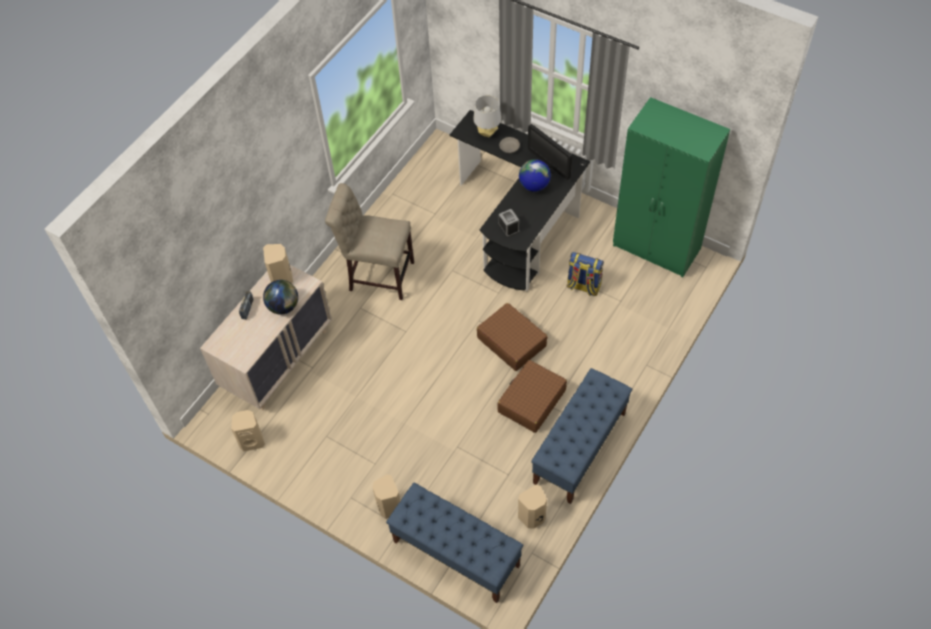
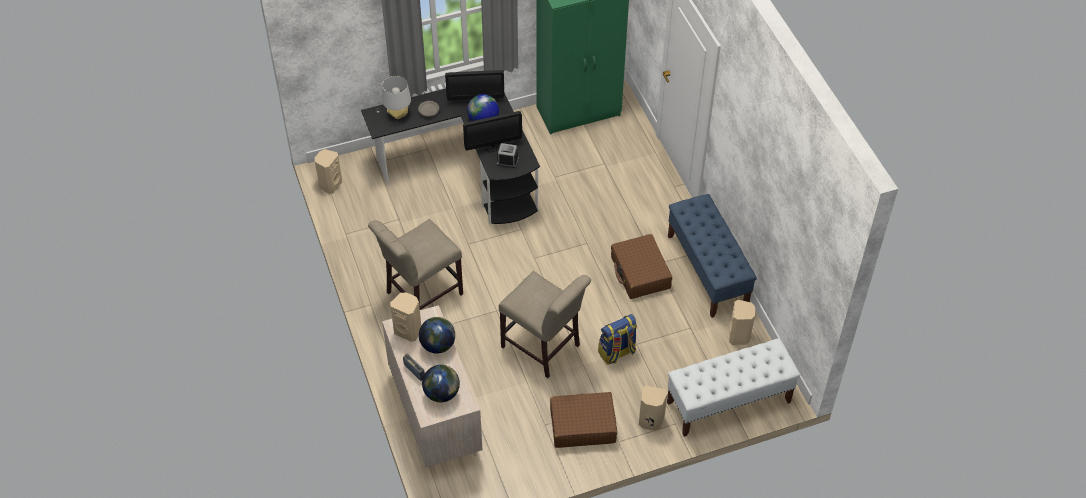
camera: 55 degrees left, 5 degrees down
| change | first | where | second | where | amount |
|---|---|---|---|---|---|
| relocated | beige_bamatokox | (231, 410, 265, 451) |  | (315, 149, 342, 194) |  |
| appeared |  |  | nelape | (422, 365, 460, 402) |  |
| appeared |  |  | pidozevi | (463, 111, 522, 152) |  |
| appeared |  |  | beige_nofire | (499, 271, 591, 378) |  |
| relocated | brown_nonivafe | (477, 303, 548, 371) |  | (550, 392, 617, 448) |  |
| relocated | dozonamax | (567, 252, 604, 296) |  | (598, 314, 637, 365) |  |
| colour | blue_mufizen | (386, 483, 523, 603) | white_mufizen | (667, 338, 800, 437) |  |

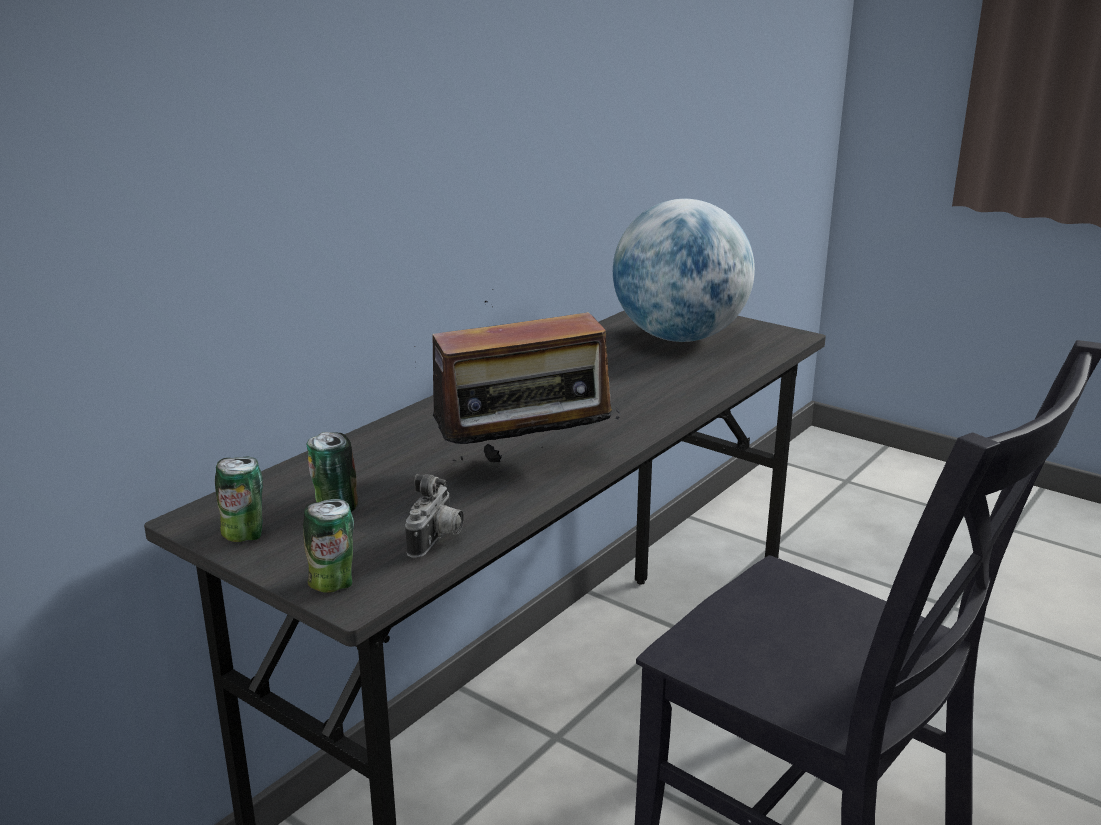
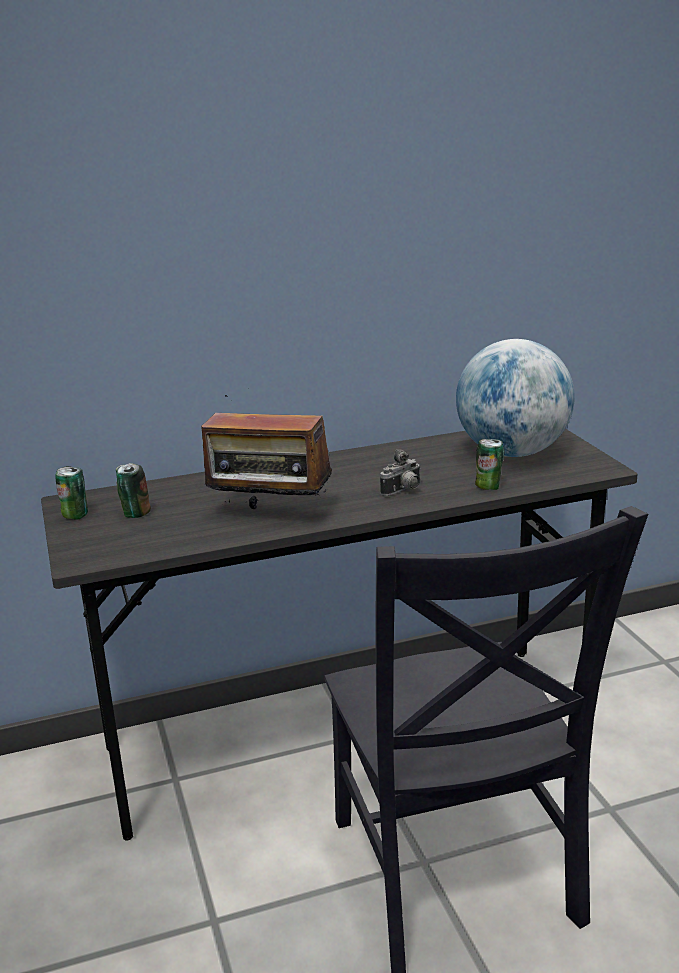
camera: 35 degrees right, 0 degrees up
| change | first | where | second | where | amount |
|---|---|---|---|---|---|
| relocated | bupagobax | (405, 474, 464, 558) |  | (380, 449, 421, 496) |  |
| relocated | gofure | (303, 499, 354, 593) |  | (475, 439, 504, 490) |  |

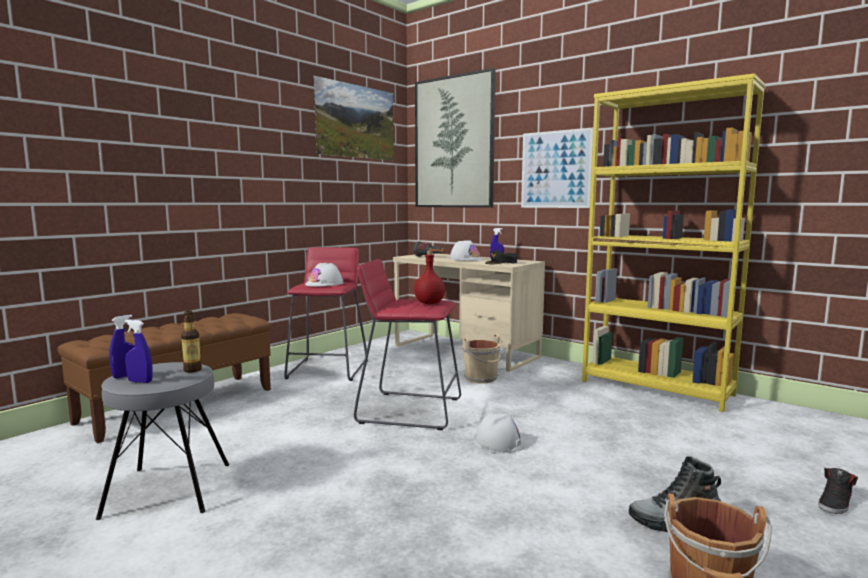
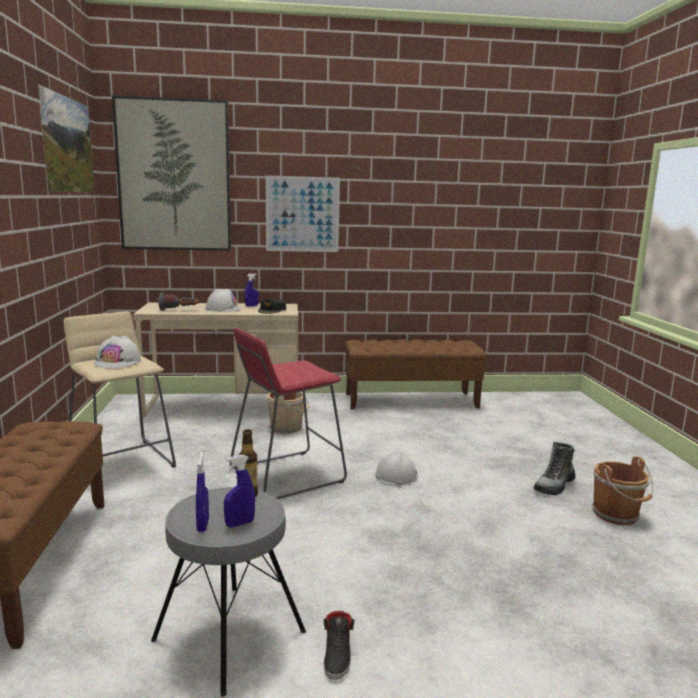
camera: 45 degrees left, 5 degrees up
| change | first | where | second | where | amount |
|---|---|---|---|---|---|
| colour | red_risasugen | (284, 247, 368, 381) | beige_risasugen | (63, 312, 176, 484) |  |
| relocated | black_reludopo | (819, 468, 858, 514) |  | (323, 611, 355, 680) |  |
| exchanged | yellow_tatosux | (582, 73, 766, 412) | brown_mufizen | (345, 339, 487, 409) |  |
| missing | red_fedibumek | (414, 250, 445, 304) |  |  |  |

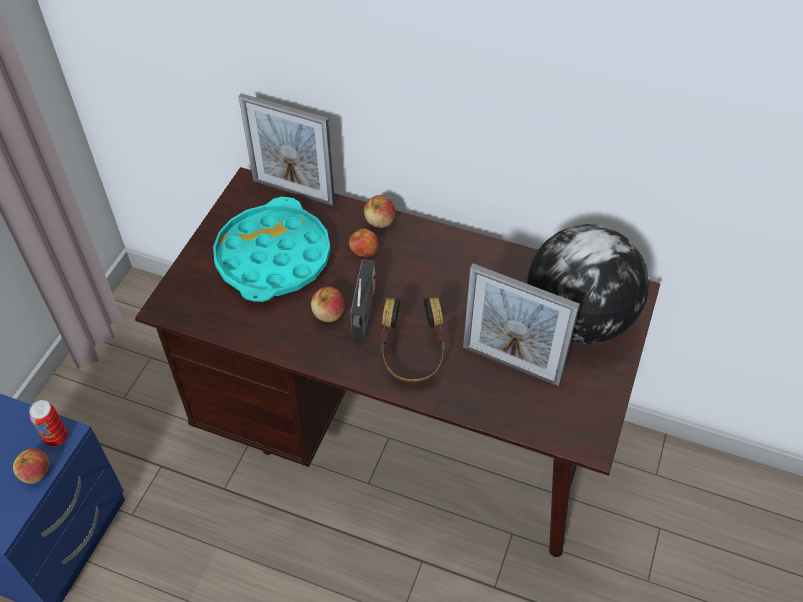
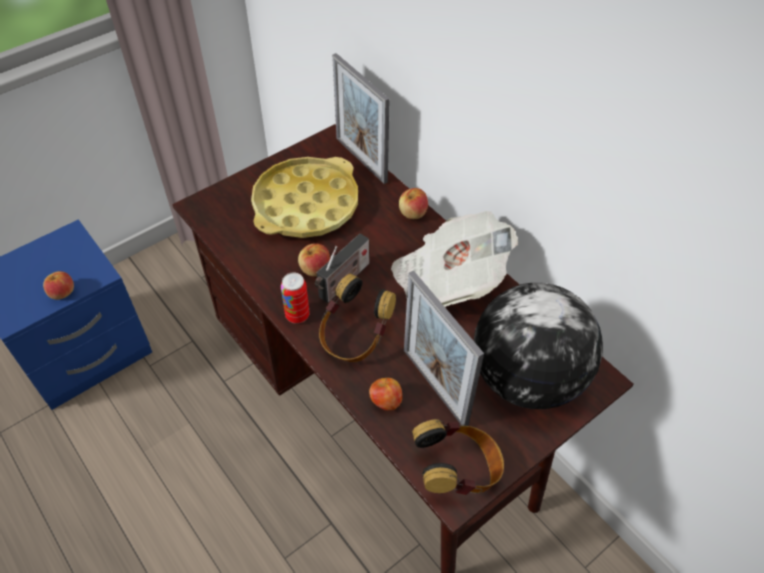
camera: 30 degrees right, 0 degrees up
| change | first | where | second | where | amount |
|---|---|---|---|---|---|
| colour | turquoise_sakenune | (213, 197, 330, 302) | yellow_sakenune | (251, 157, 358, 238) |  |
| relocated | gofure | (29, 400, 68, 446) |  | (281, 273, 310, 324) |  |
| relocated | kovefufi | (349, 229, 379, 257) |  | (369, 378, 402, 411) |  |
| appeared |  |  | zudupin | (391, 211, 518, 307) |  |
| appeared |  |  | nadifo | (412, 419, 504, 495) |  |

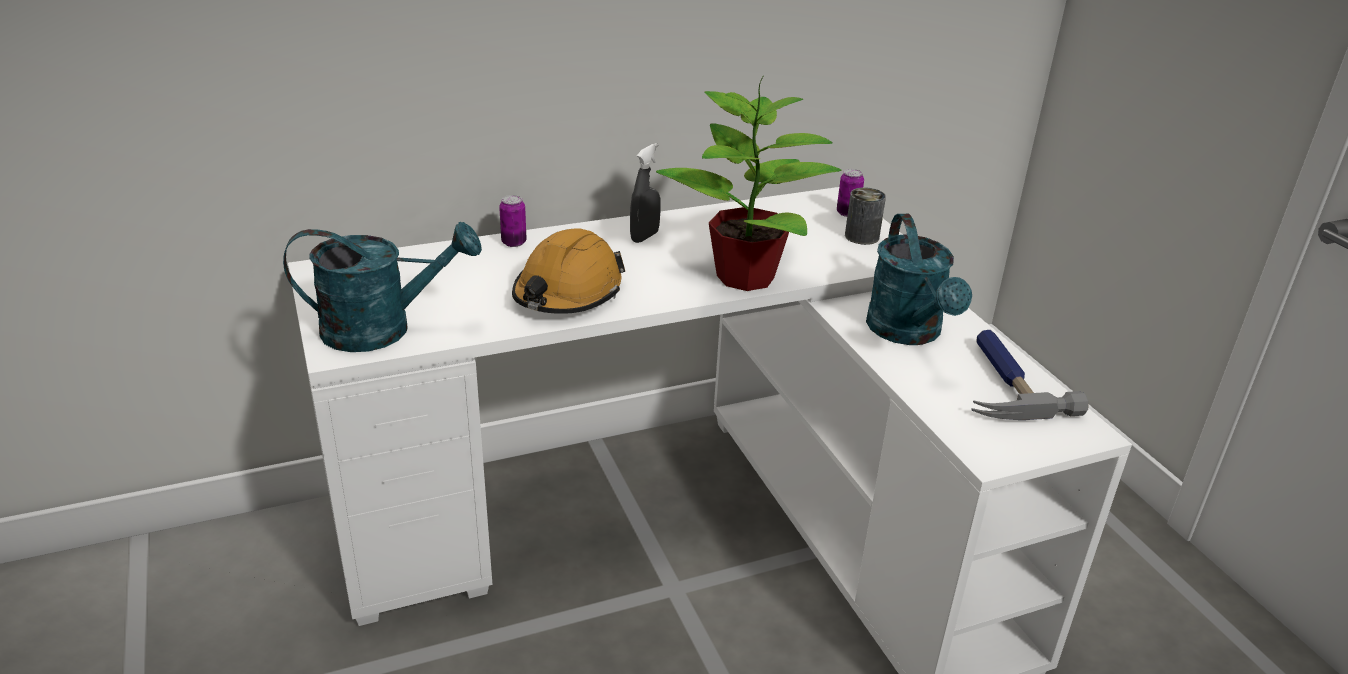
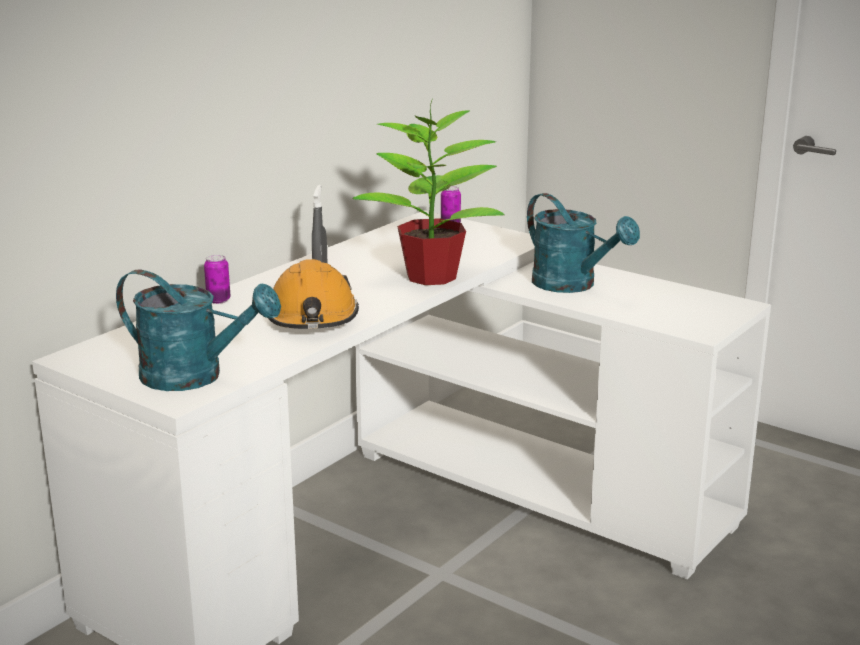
camera: 30 degrees left, 10 degrees down
| change | first | where | second | where | amount |
|---|---|---|---|---|---|
| spun | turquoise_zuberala | (283, 222, 482, 352) |  | (116, 269, 281, 391) | 60 degrees clockwise |
| missing | gofure | (845, 187, 886, 245) |  |  |  |
| missing | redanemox | (971, 330, 1089, 420) |  |  |  |

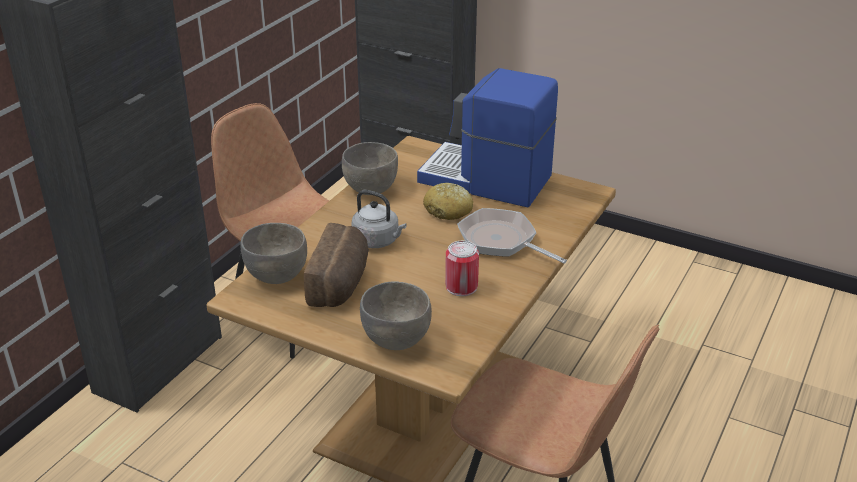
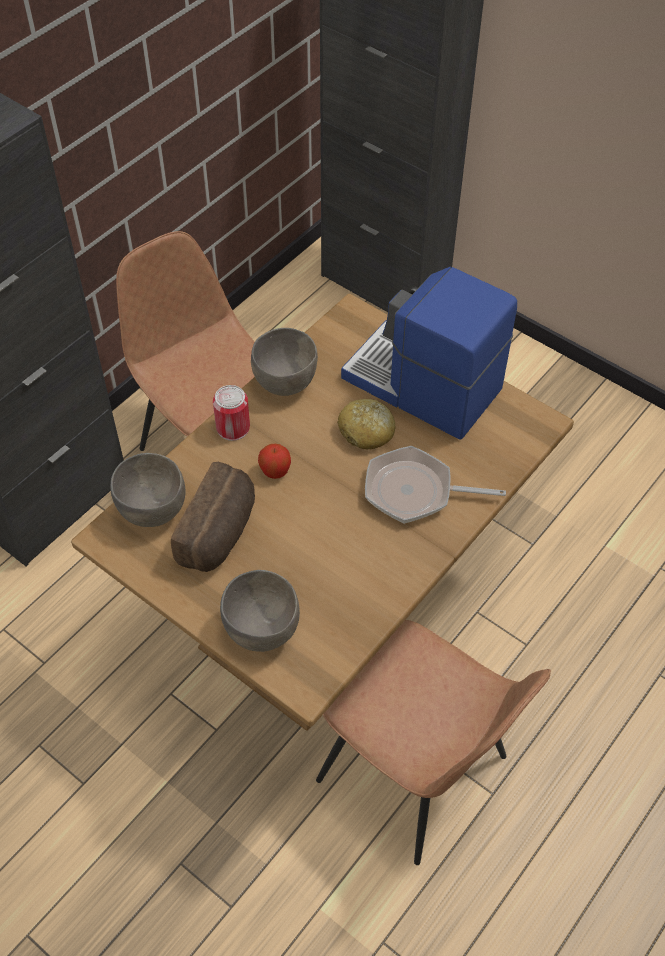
camera: 10 degrees right, 20 degrees up
| change | first | where | second | where | amount |
|---|---|---|---|---|---|
| relocated | gofure | (445, 241, 479, 296) |  | (213, 385, 250, 441) |  |
| exchanged | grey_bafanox | (351, 190, 407, 248) | kovefufi | (258, 444, 291, 479) |  |
| spun | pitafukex | (457, 208, 567, 264) |  | (365, 446, 506, 524) | 45 degrees counterclockwise |

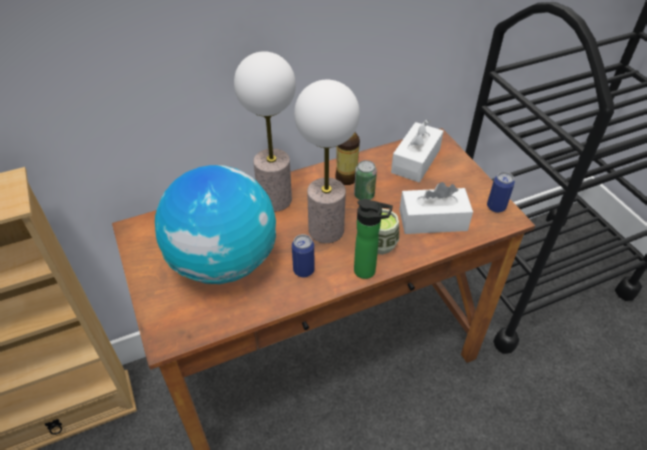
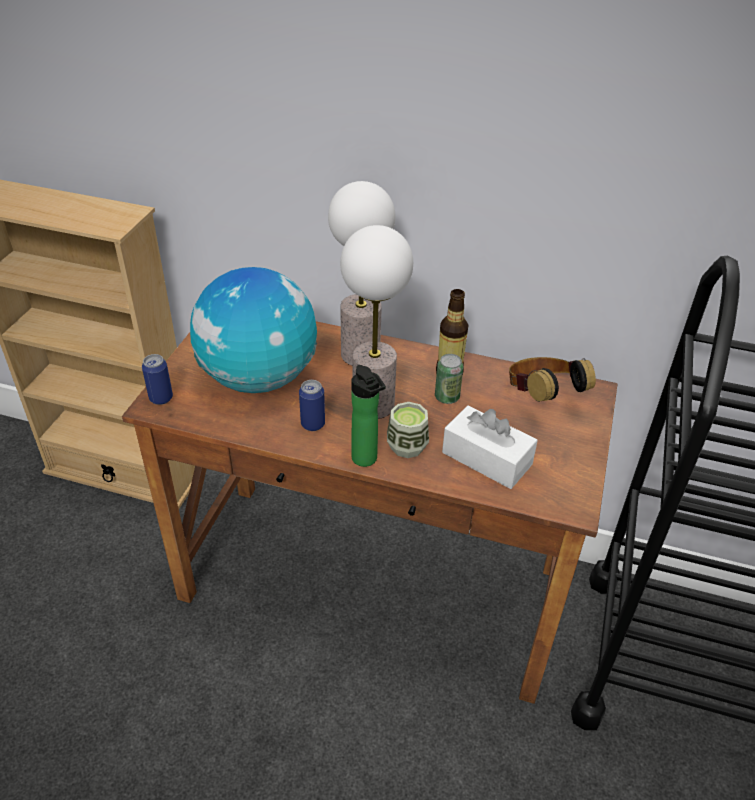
camera: 40 degrees right, 5 degrees down
| change | first | where | second | where | amount |
|---|---|---|---|---|---|
| relocated | gofure | (487, 172, 515, 213) |  | (142, 354, 173, 405) |  |
| exchanged | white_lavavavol | (391, 119, 444, 182) | nadifo | (509, 357, 596, 402) |  |

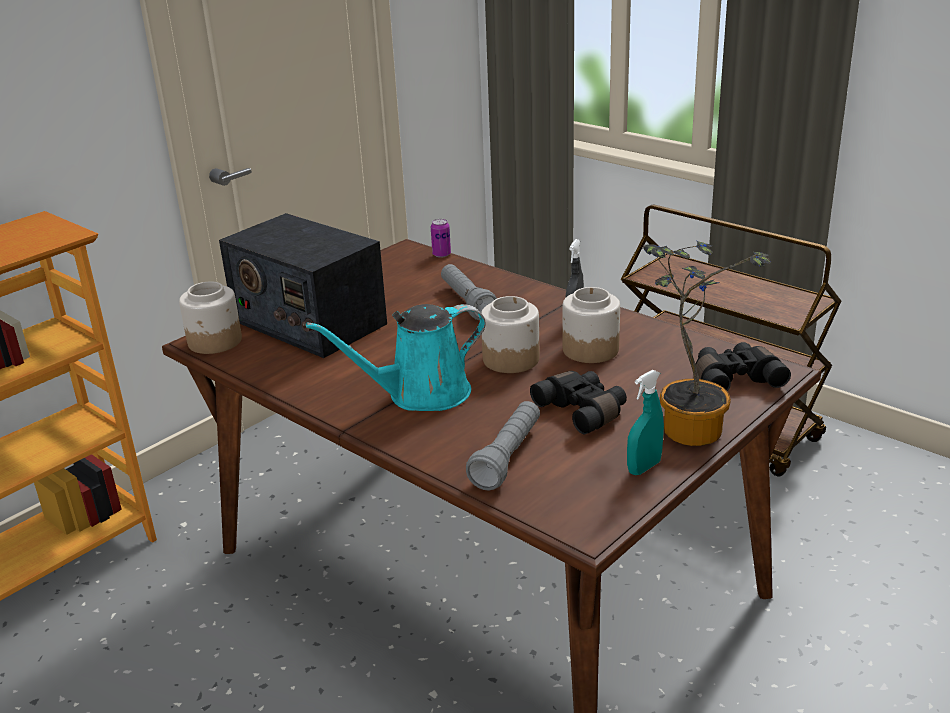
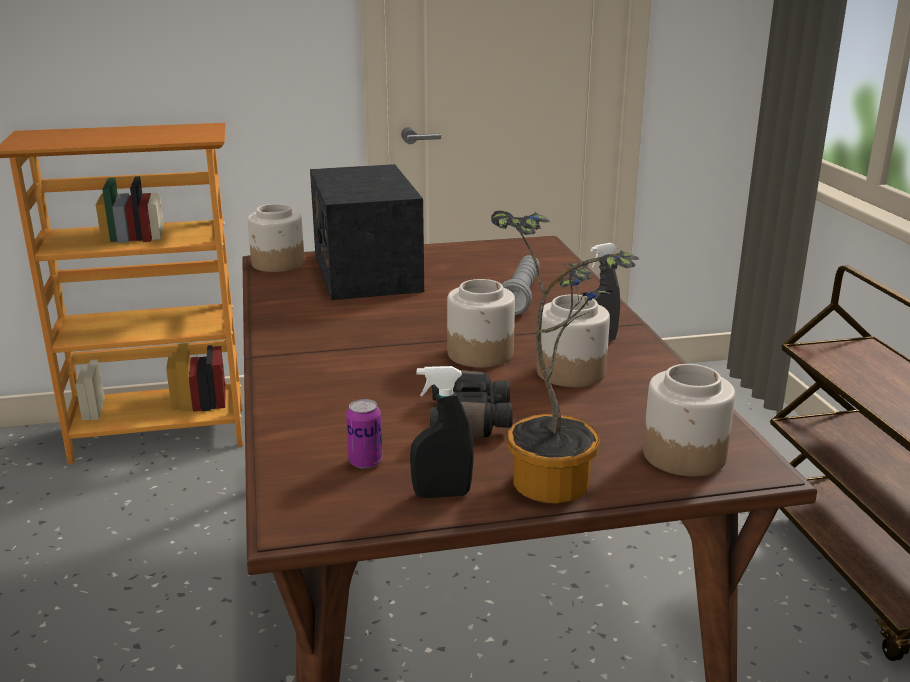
camera: 35 degrees right, 5 degrees down
| change | first | where | second | where | amount |
|---|---|---|---|---|---|
| relocated | gofure | (431, 219, 451, 258) |  | (346, 399, 382, 469) |  |
| colour | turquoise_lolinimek | (627, 370, 664, 475) | black_lolinimek | (410, 366, 474, 498) |  |
| exchanged | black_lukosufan | (696, 342, 791, 391) | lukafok | (643, 364, 735, 477) |  |
| missing | turquoise_zuberala | (306, 304, 486, 411) |  |  |  |
| missing | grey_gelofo | (466, 401, 540, 490) |  |  |  |

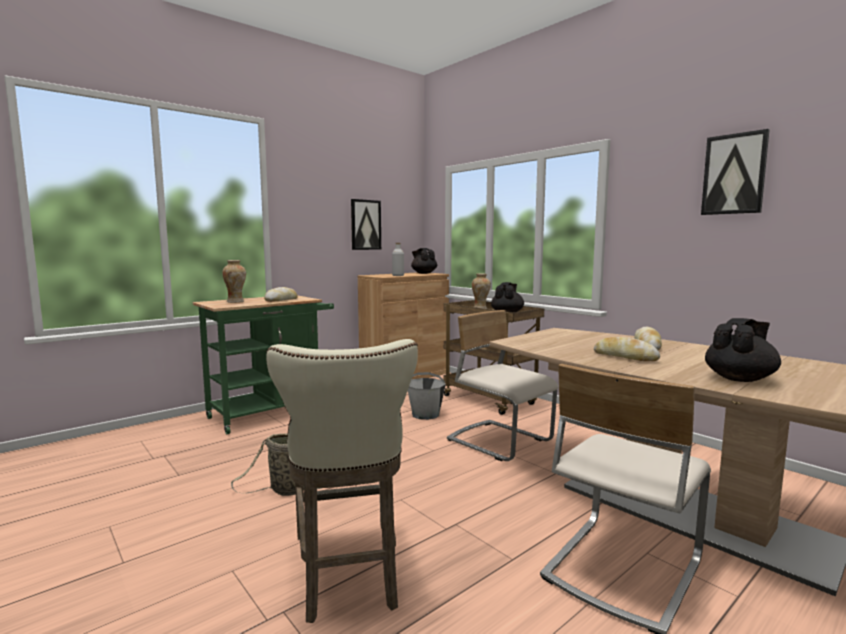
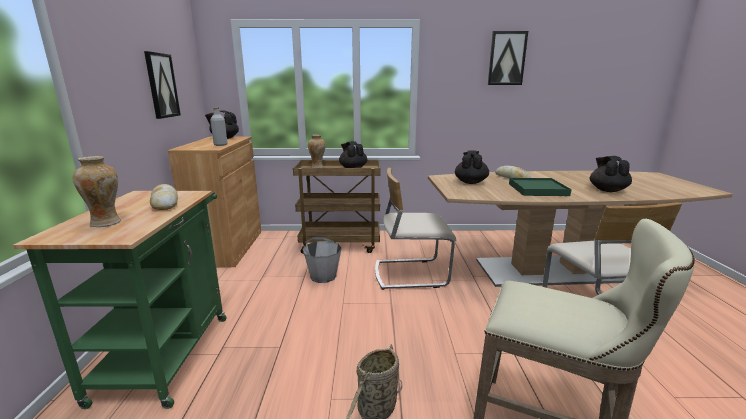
camera: 50 degrees left, 10 degrees up
| change | first | where | second | where | amount |
|---|---|---|---|---|---|
| appeared |  |  | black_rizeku | (455, 150, 489, 184) |  |
| exchanged | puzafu | (594, 337, 660, 361) | green_sakenune | (509, 178, 572, 196) |  |

